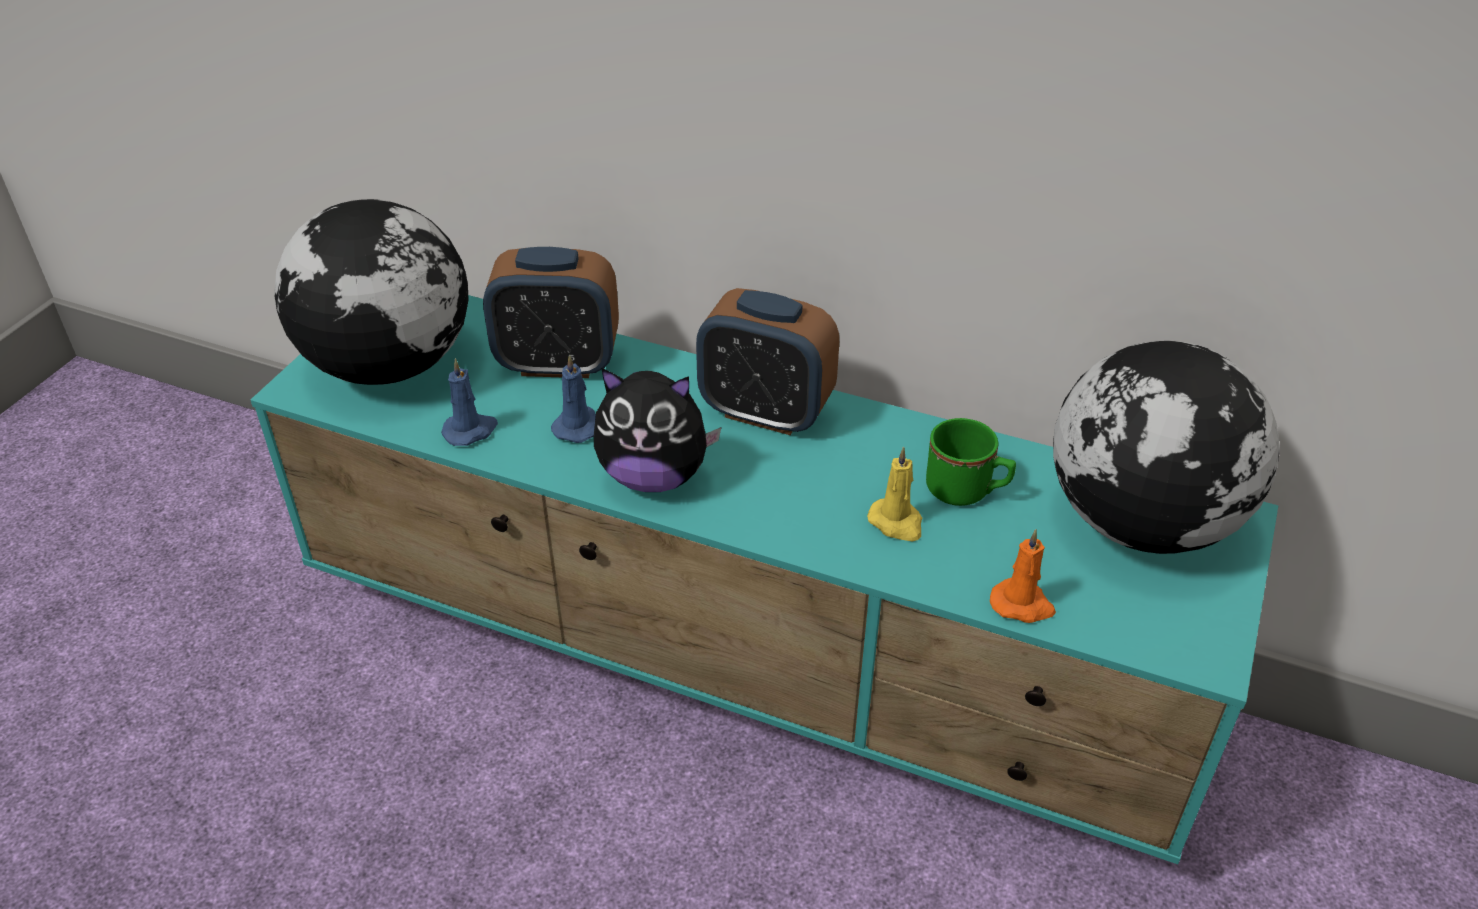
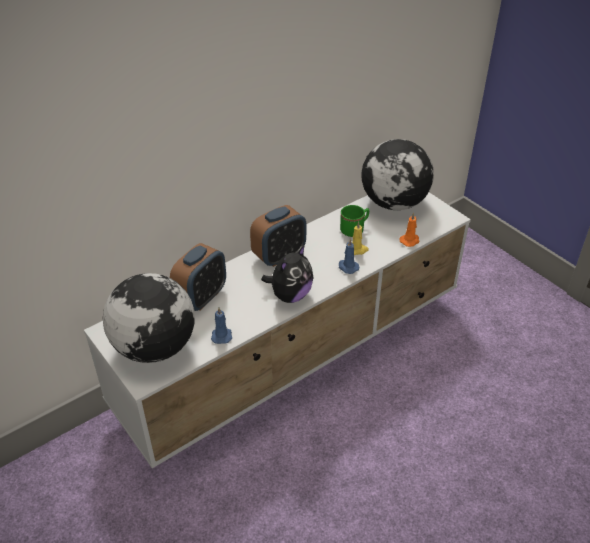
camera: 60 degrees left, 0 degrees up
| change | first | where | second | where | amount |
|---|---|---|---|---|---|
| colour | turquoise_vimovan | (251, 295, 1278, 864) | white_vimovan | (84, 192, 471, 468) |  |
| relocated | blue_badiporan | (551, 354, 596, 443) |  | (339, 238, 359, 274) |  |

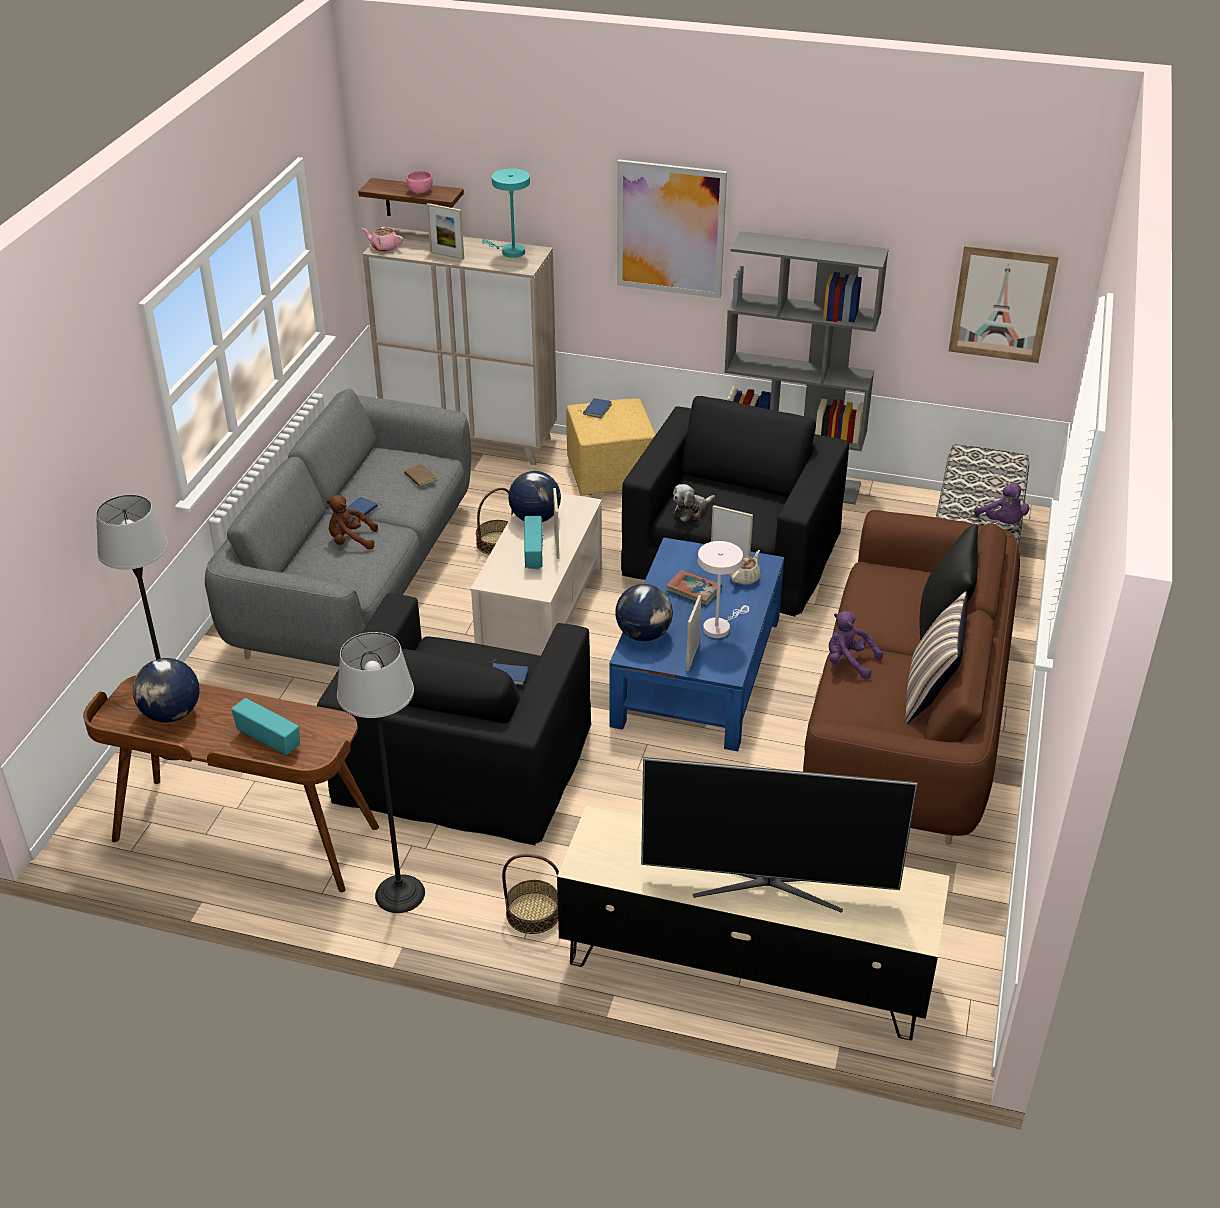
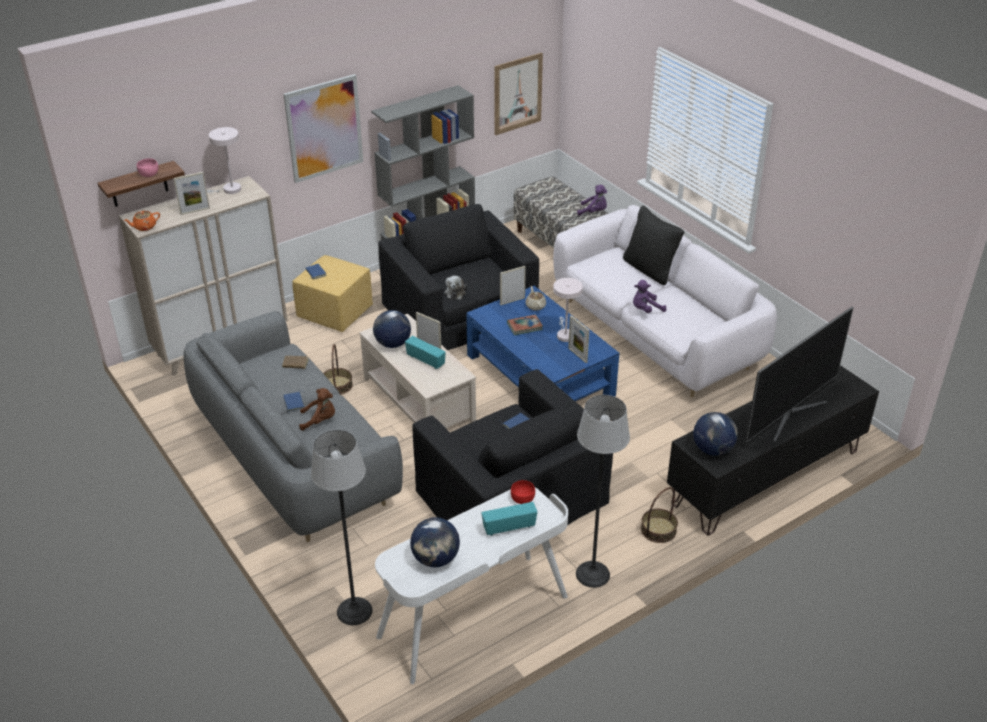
camera: 50 degrees left, 0 degrees up
| change | first | where | second | where | amount |
|---|---|---|---|---|---|
| colour | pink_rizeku | (362, 227, 403, 252) | orange_rizeku | (124, 211, 160, 231) |  |
| colour | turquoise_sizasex | (482, 168, 530, 258) | white_sizasex | (207, 127, 241, 194) |  |
| spun | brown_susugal | (326, 495, 378, 550) |  | (299, 388, 335, 431) | 135 degrees counterclockwise |
| colour | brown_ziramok | (83, 675, 379, 893) | white_ziramok | (375, 488, 568, 684) |  |
| appeared |  |  | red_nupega | (511, 480, 535, 504) |  |
| colour | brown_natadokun | (803, 510, 1020, 845) | white_natadokun | (553, 205, 777, 397) |  |
| colour | beige_vimovan | (557, 803, 950, 1041) | black_vimovan | (667, 365, 879, 536) |  |
| relocated | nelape | (615, 584, 673, 641) |  | (693, 412, 738, 456) |  |
| missing | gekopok | (906, 591, 967, 724) |  |  |  |

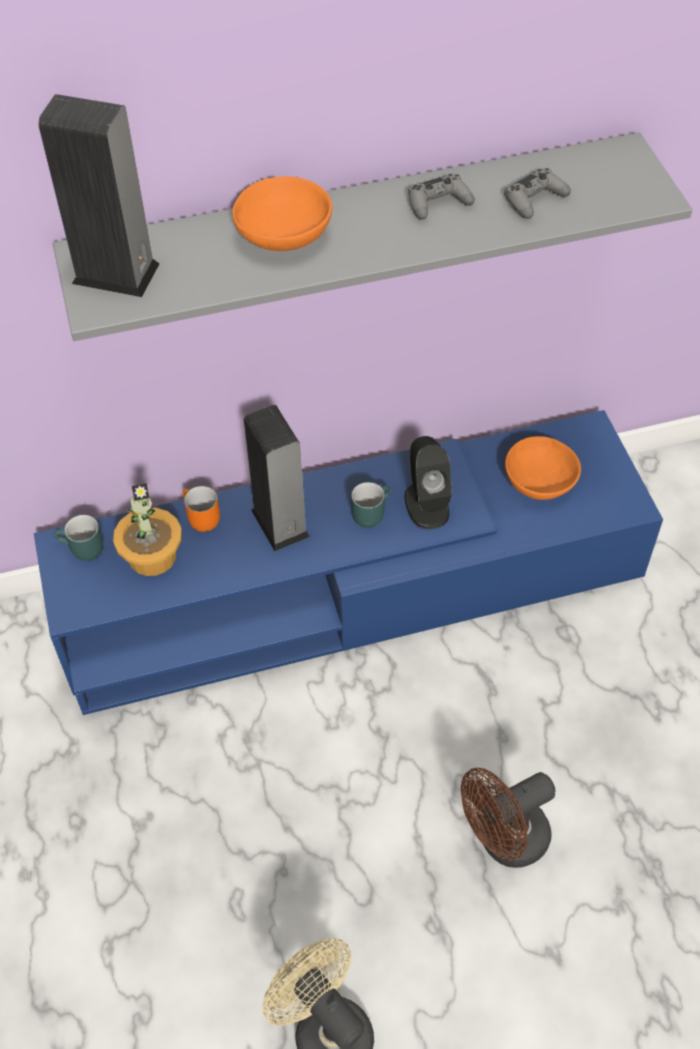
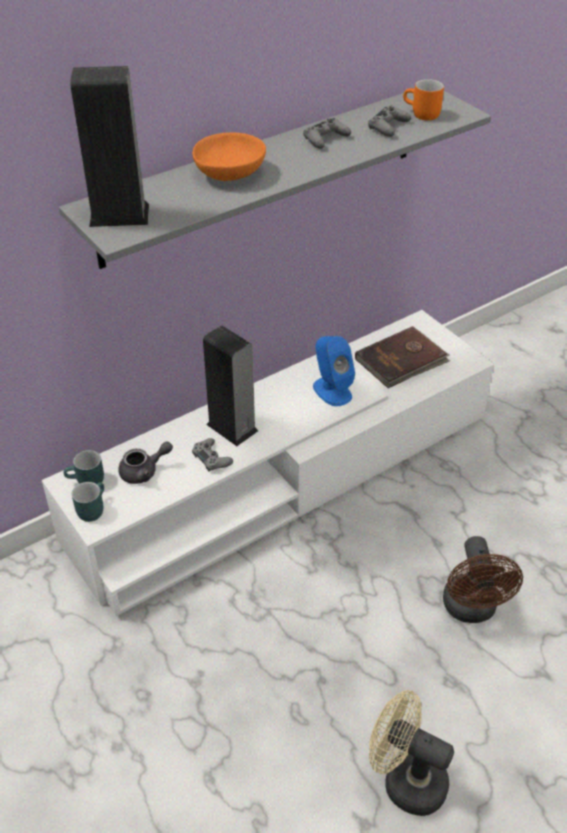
camera: 20 degrees left, 10 degrees down
| change | first | where | second | where | amount |
|---|---|---|---|---|---|
| colour | blue_vimovan | (34, 410, 663, 715) | white_vimovan | (42, 310, 494, 616) |  |
| relocated | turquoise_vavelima | (351, 482, 390, 528) |  | (72, 482, 104, 522) |  |
| exchanged | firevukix | (113, 483, 182, 576) | grey_rizeku | (118, 441, 173, 484) |  |
| appeared |  |  | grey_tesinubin | (192, 438, 233, 472) |  |
| colour | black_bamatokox | (404, 436, 452, 529) | blue_bamatokox | (313, 336, 355, 406) |  |
| exchanged | orange_nupega | (505, 436, 581, 500) | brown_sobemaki | (355, 326, 450, 388) |  |
| relocated | orange_vavelima | (182, 486, 220, 532) |  | (403, 79, 444, 120) |  |
| spun | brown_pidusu | (461, 768, 555, 868) |  | (443, 536, 523, 623) | 45 degrees counterclockwise |

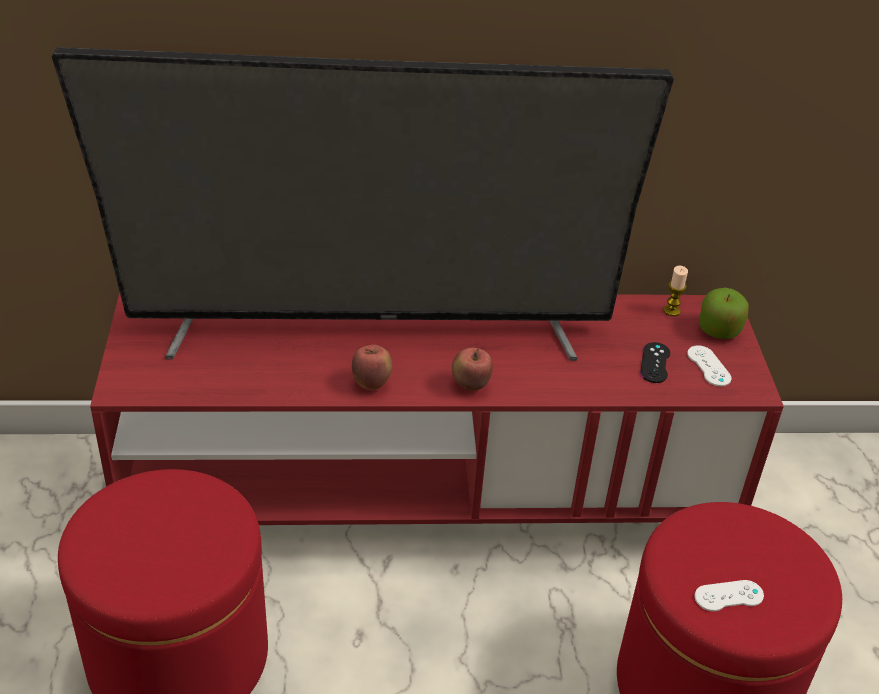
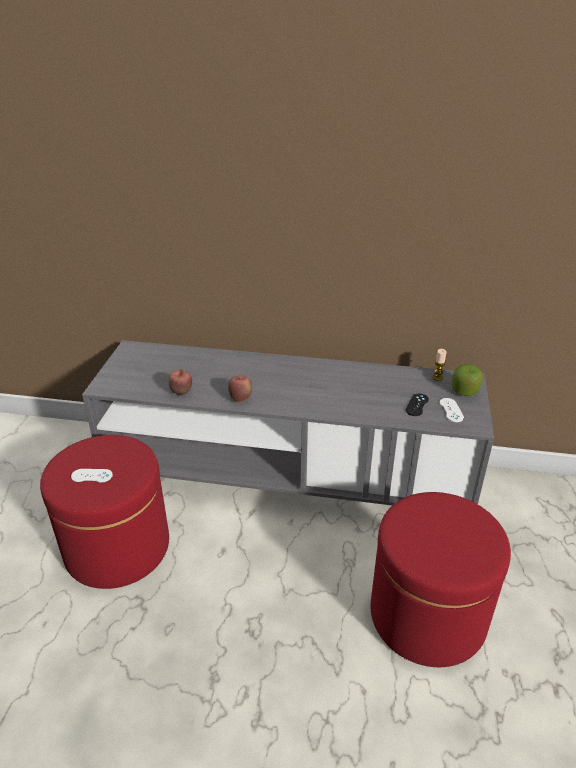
camera: 15 degrees right, 5 degrees down
| change | first | where | second | where | amount |
|---|---|---|---|---|---|
| relocated | white_tesinubin | (695, 580, 764, 611) |  | (71, 469, 113, 482) |  |
| colour | red_vimovan | (90, 292, 784, 525) | grey_vimovan | (82, 340, 494, 505) |  |
| relocated | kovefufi | (452, 347, 493, 390) |  | (168, 370, 192, 395) |  |
| missing | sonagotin | (52, 47, 674, 361) |  |  |  |

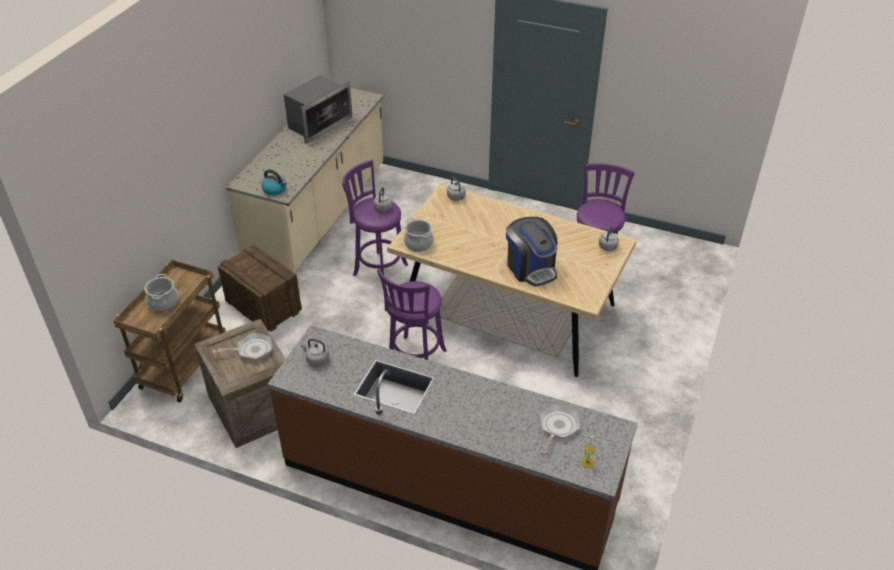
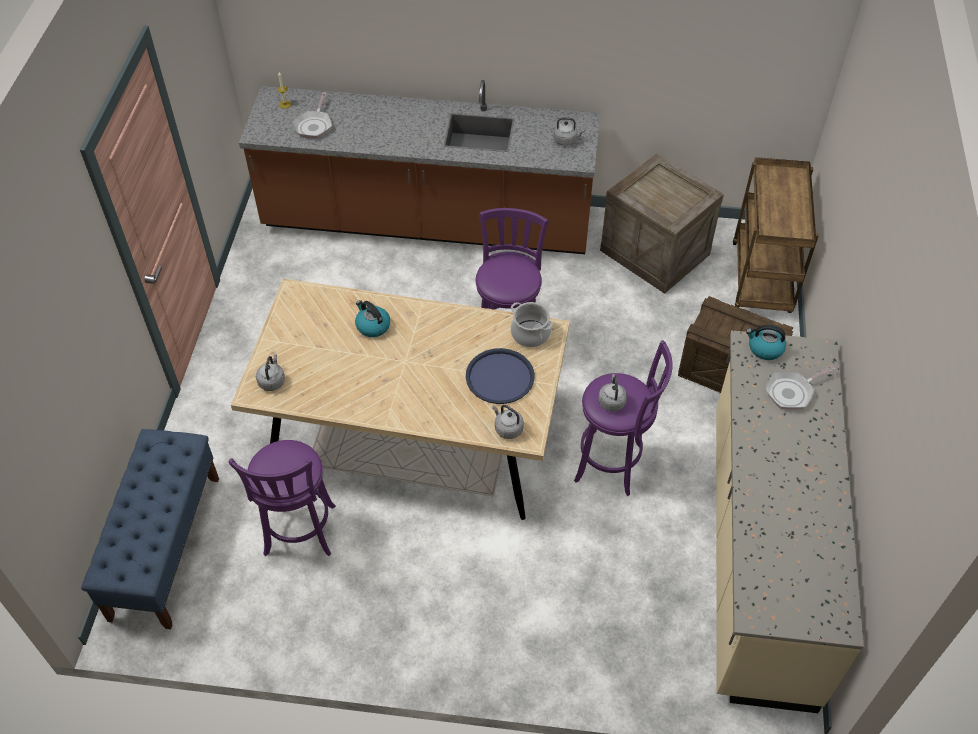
camera: 165 degrees right, 10 degrees up
| change | first | where | second | where | amount |
|---|---|---|---|---|---|
| appeared |  |  | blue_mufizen | (81, 429, 219, 629) |  |
| exchanged | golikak | (506, 217, 557, 287) | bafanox | (355, 300, 390, 337) |  |
| appeared |  |  | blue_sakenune | (466, 348, 535, 404) |  |
| relocated | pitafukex | (213, 333, 272, 361) |  | (765, 364, 836, 410) |  |
| missing | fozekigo | (144, 274, 179, 312) |  |  |  |
| missing | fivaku | (284, 75, 353, 144) |  |  |  |

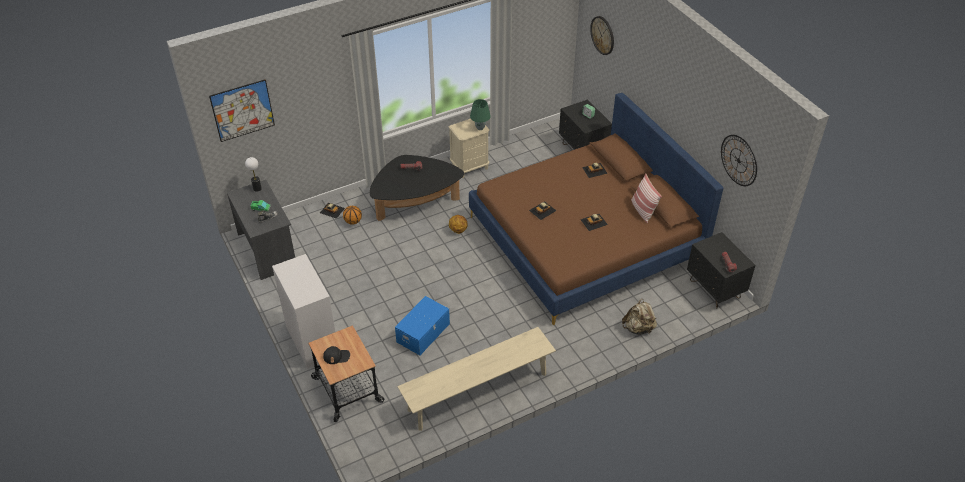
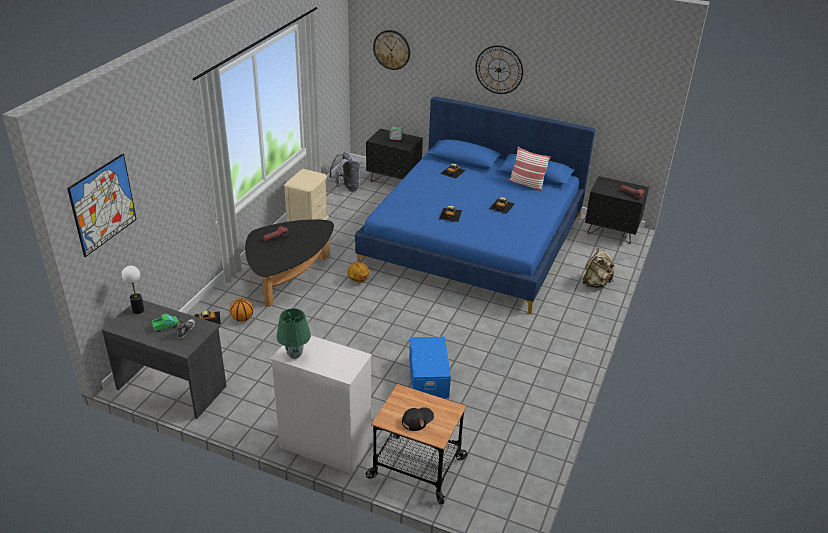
camera: 40 degrees left, 10 degrees down
| change | first | where | second | where | amount |
|---|---|---|---|---|---|
| relocated | green_sizasex | (470, 99, 491, 130) |  | (277, 308, 311, 359) |  |
| appeared |  |  | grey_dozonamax | (329, 152, 360, 192) |  |
| colour | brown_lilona | (469, 93, 723, 325) | blue_lilona | (355, 97, 596, 314) |  |
| relocated | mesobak | (721, 135, 757, 186) |  | (475, 45, 523, 94) |  |
| missing | beige_mufizen | (397, 327, 556, 431) |  |  |  |

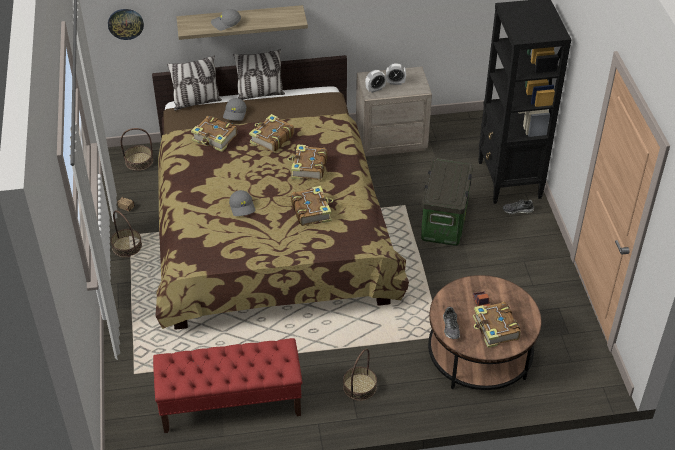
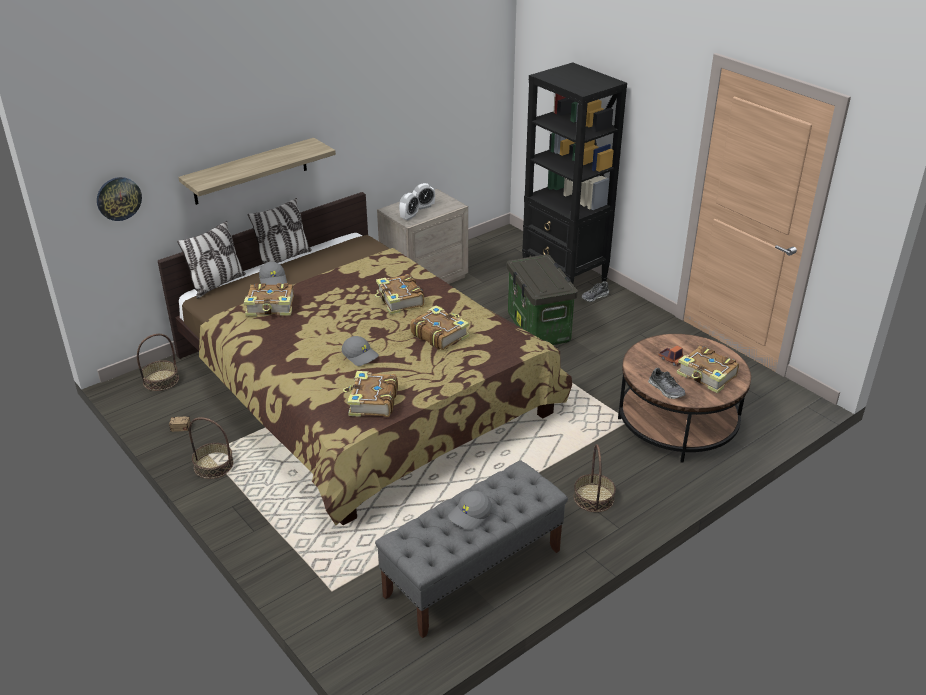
camera: 30 degrees left, 10 degrees down
| change | first | where | second | where | amount |
|---|---|---|---|---|---|
| relocated | sobemaki | (249, 114, 294, 152) |  | (343, 371, 398, 417) |  |
| colour | red_mufizen | (153, 338, 302, 433) | grey_mufizen | (375, 460, 568, 638) |  |
| relocated | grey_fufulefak | (211, 9, 241, 31) |  | (448, 491, 492, 530) |  |

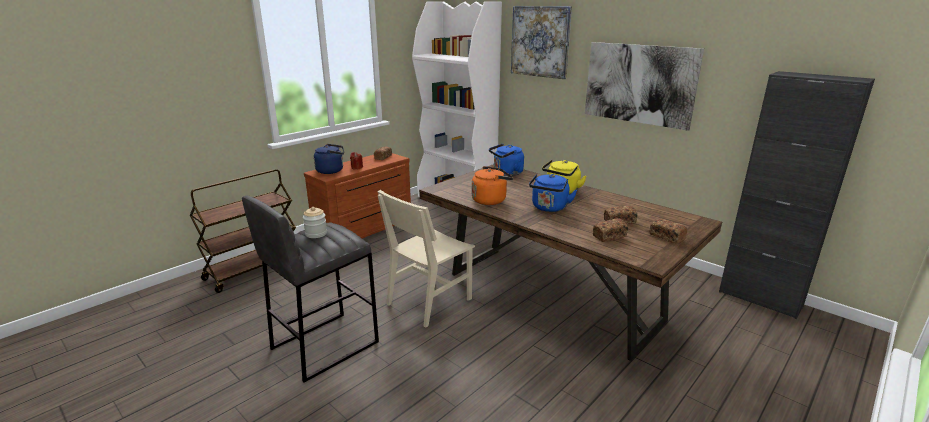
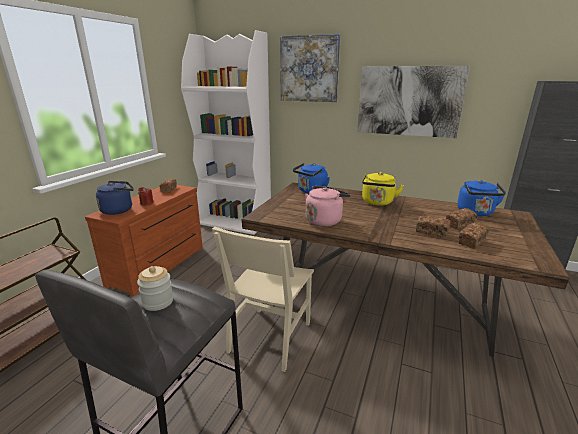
camera: 20 degrees left, 0 degrees up
| change | first | where | second | where | amount |
|---|---|---|---|---|---|
| colour | orange_bafanox | (472, 166, 513, 205) | pink_bafanox | (305, 186, 351, 226) |  |
| relocated | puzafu | (650, 219, 687, 244) |  | (416, 215, 451, 237) |  |
| relocated | blue_bafanox | (529, 174, 577, 212) |  | (457, 180, 506, 216) |  |

